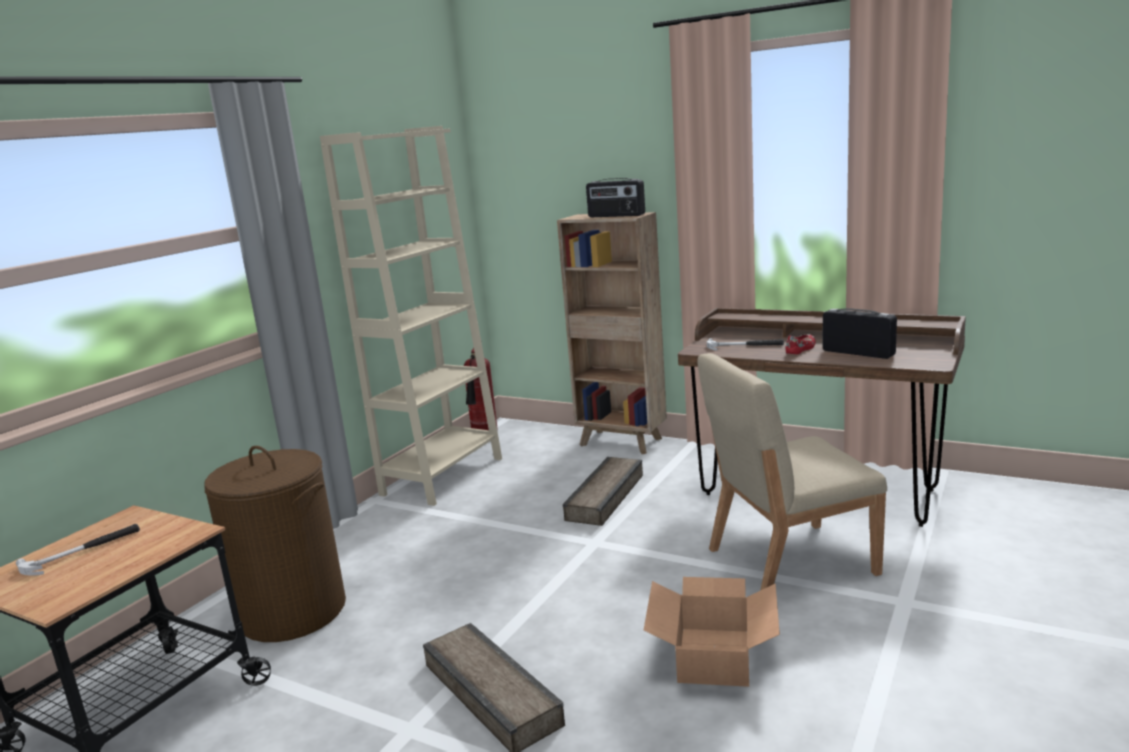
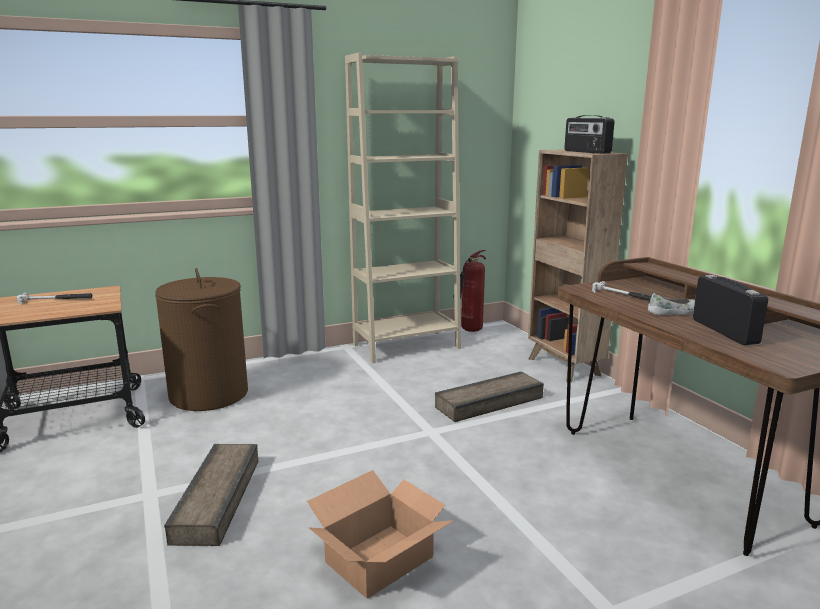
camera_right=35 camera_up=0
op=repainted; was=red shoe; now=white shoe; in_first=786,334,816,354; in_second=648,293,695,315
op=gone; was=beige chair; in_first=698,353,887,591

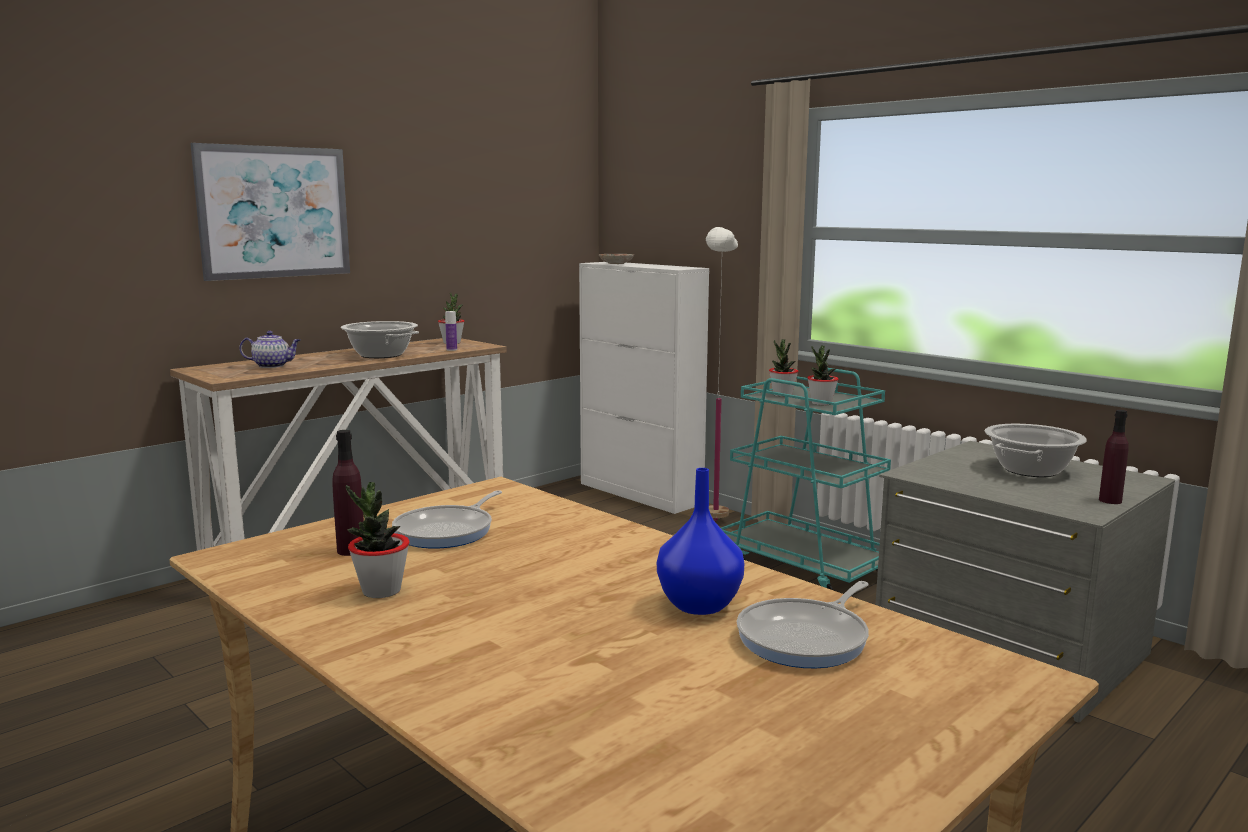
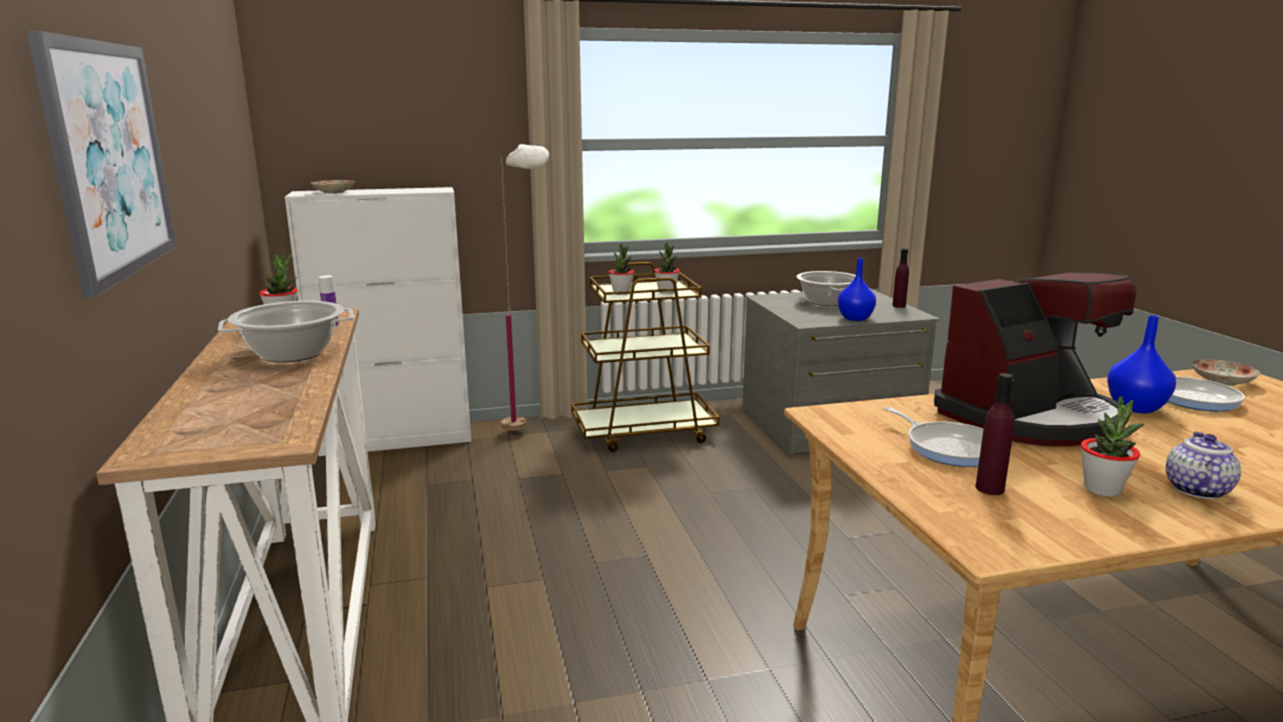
camera_right=-60 camera_up=5
op=shifted; was=teapot; in_first=239,331,301,368; in_second=1166,431,1241,499
op=repainted; was=turquoise cart; now=brown cart; in_first=721,368,891,590; in_second=571,262,719,452
op=new; now=blue vase; in_second=838,258,876,321
op=new; now=coffee machine; in_second=934,272,1137,446
op=new; now=plate; in_second=1192,359,1260,386

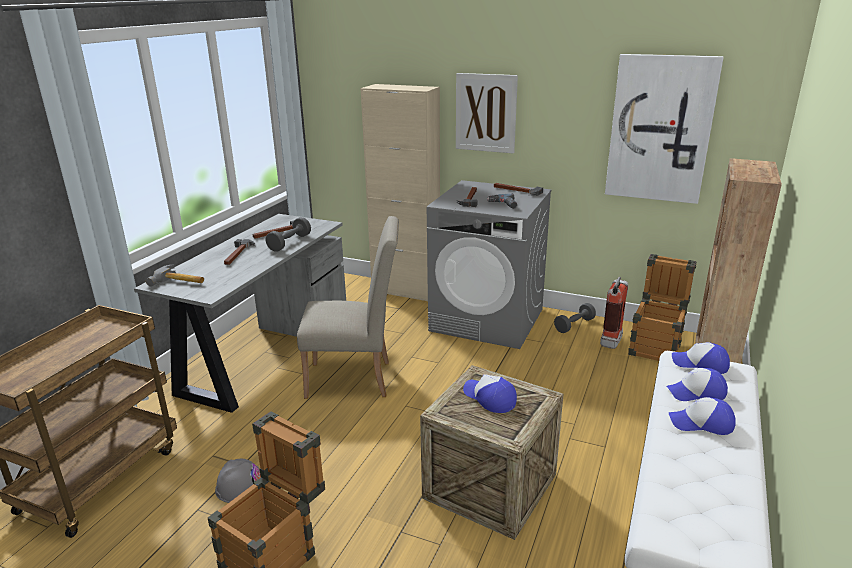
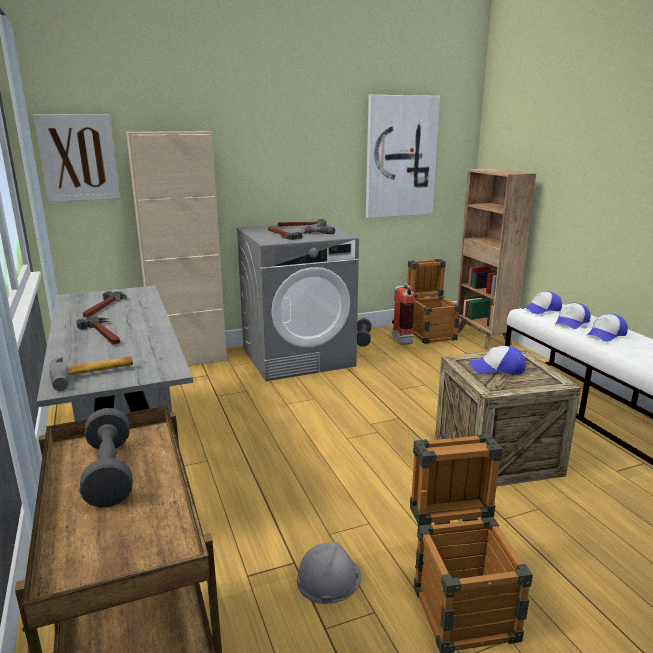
camera_right=-45 camera_up=-5
op=shifted; was=picture; in_first=456,73,518,154; in_second=33,114,120,202
op=gone; was=beige chair; in_first=297,216,399,399
op=shifted; was=grey dumbbell; in_first=266,217,311,252; in_second=79,408,133,508

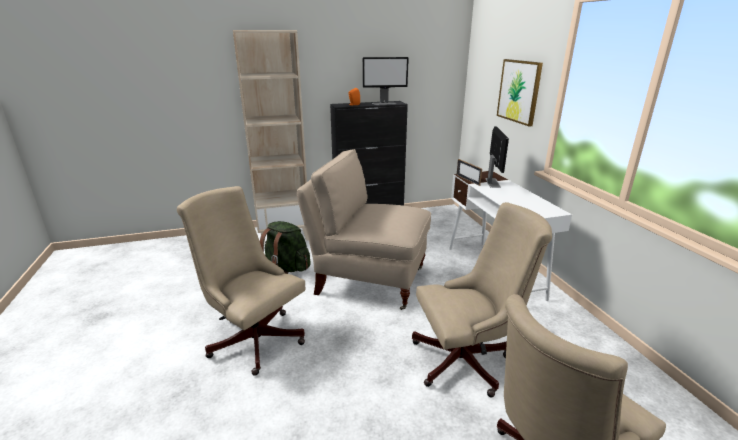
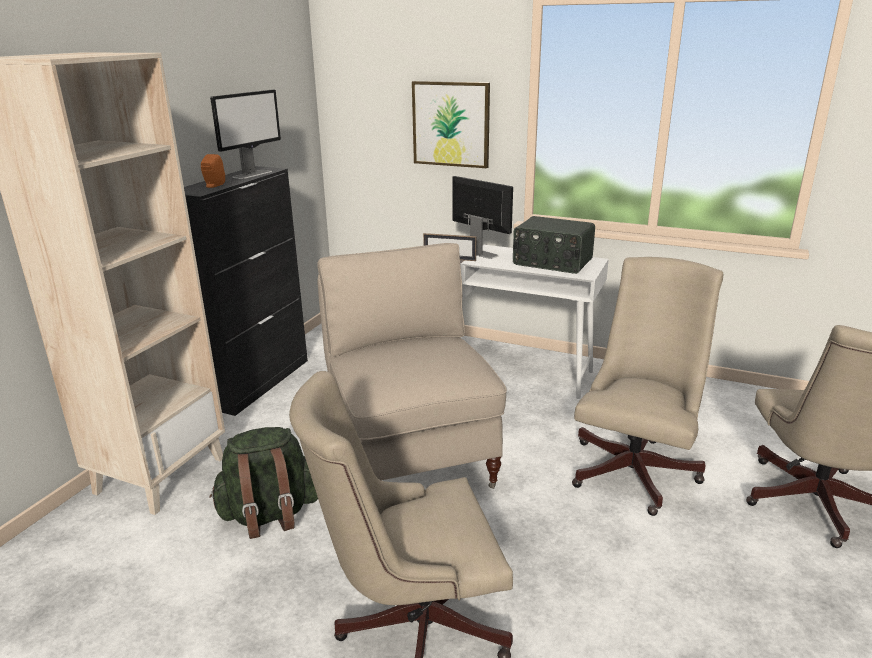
camera_right=-50 camera_up=0
op=rotated; was=beige chair; in_first=297,149,431,310; in_second=317,243,507,489; clockwise=105
op=new; now=radio; in_second=513,216,595,274

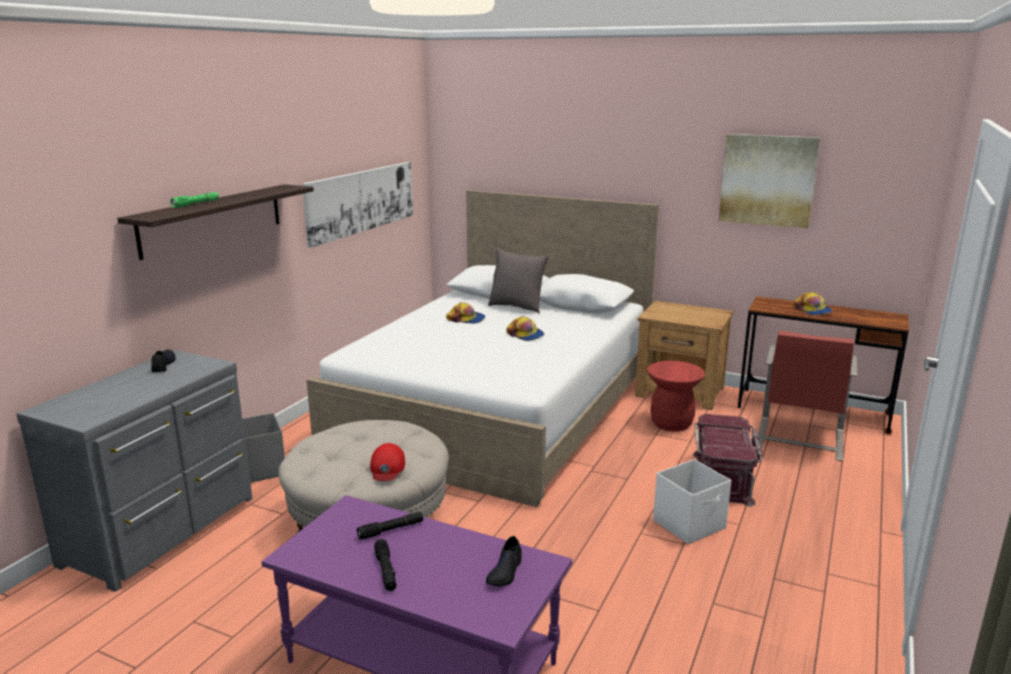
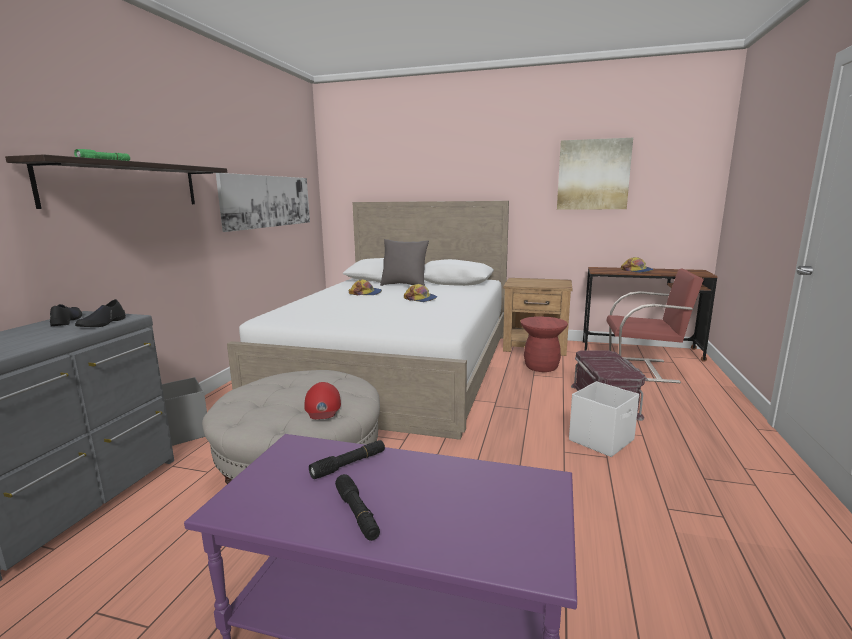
camera_right=-10 camera_up=-5
op=rotated; was=red chair; in_first=758,331,858,461; in_second=607,268,704,383; clockwise=-90
op=shifted; was=black shoe; in_first=486,536,522,587; in_second=75,299,126,327

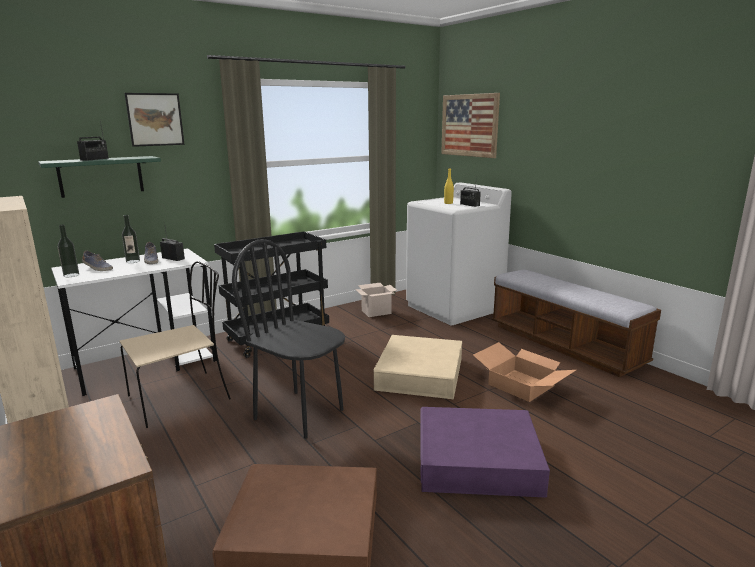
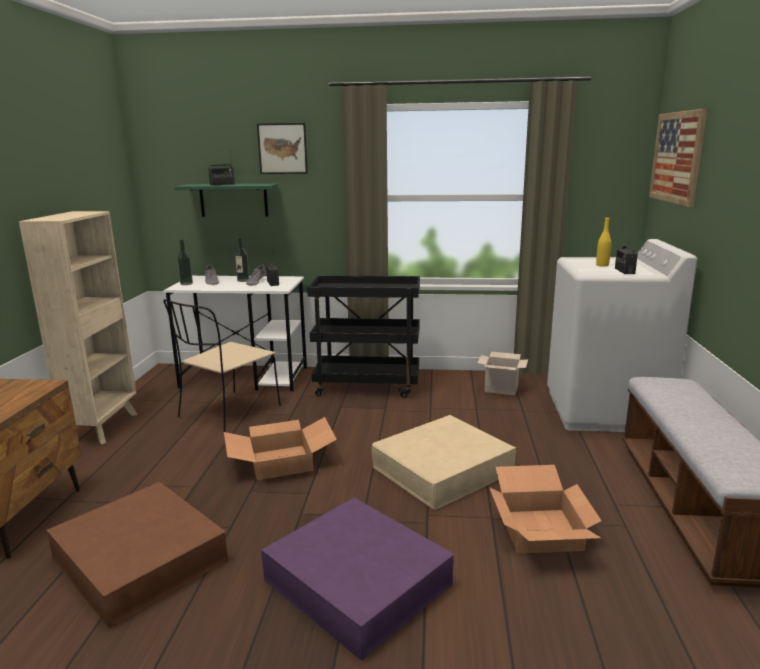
camera_right=40 camera_up=0
op=swapped; was=black chair; now=cardboard box; in_first=232,239,345,439; in_second=224,417,337,480
op=rotated; was=beige chair; in_first=120,261,231,428; in_second=163,299,281,432; clockwise=120

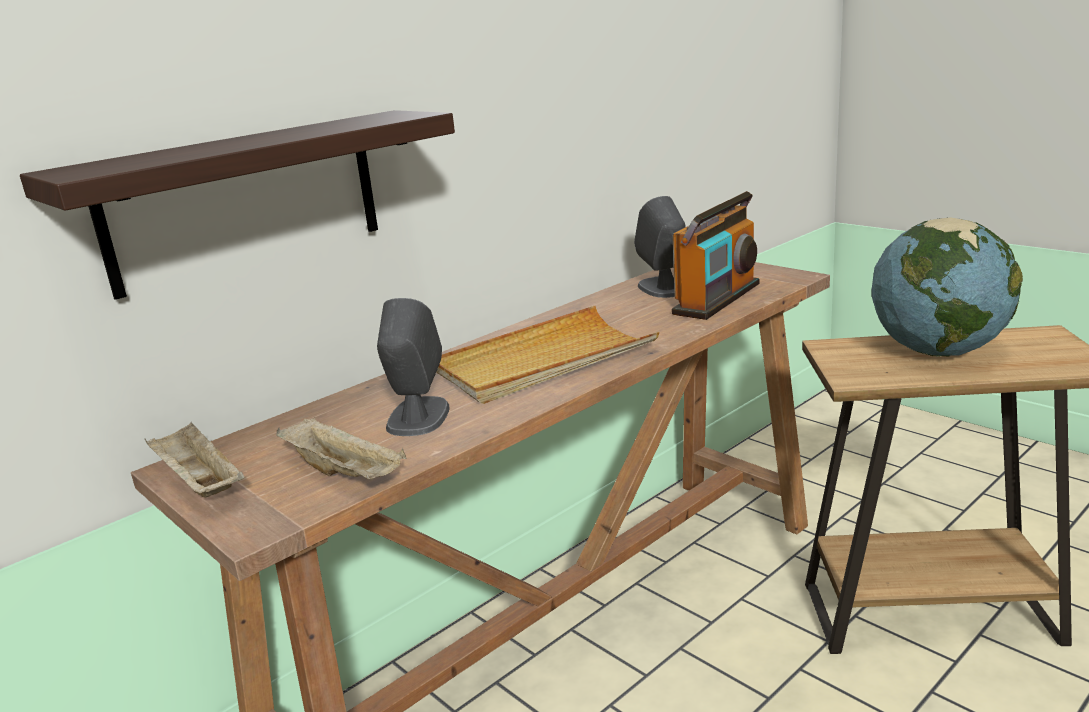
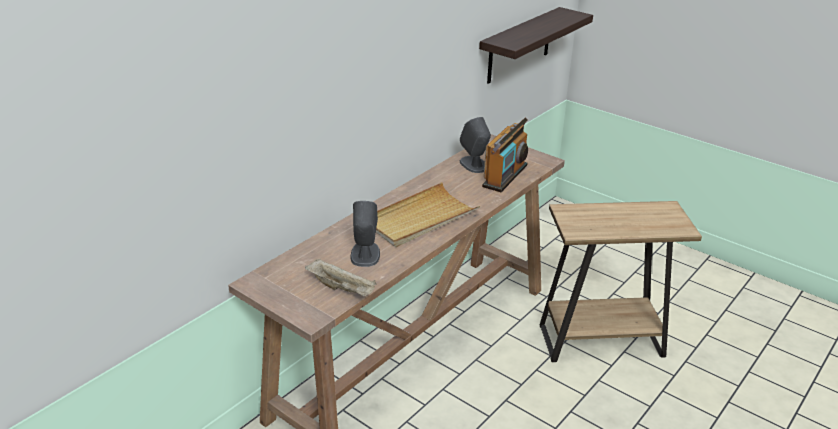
camera_right=-10 camera_up=10
op=shifted; was=shelf; in_first=20,110,455,300; in_second=479,7,593,84
op=gone; was=globe; in_first=871,217,1023,357
op=gone; was=beige tray; in_first=145,421,244,498

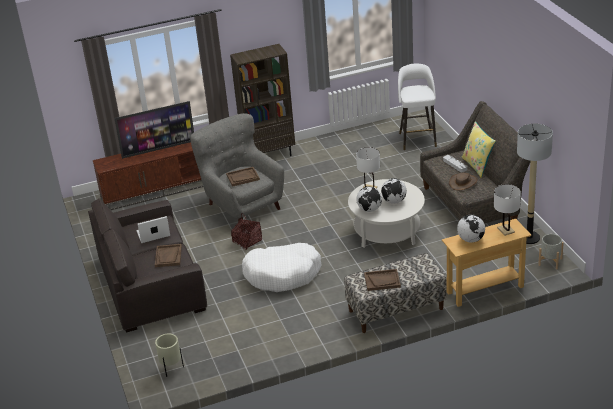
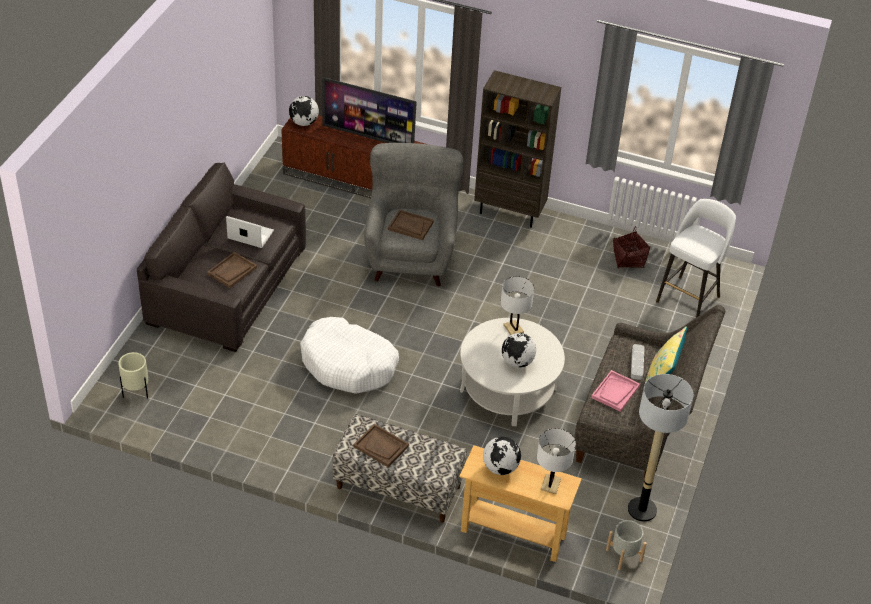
camera_right=35 camera_up=10
op=swapped; was=brown hat; now=pink tray; in_first=449,173,478,190; in_second=591,370,640,412
op=shifted; was=globe; in_first=356,186,382,212; in_second=289,96,319,126
op=shifted; was=basket; in_first=231,213,262,250; in_second=613,226,650,268

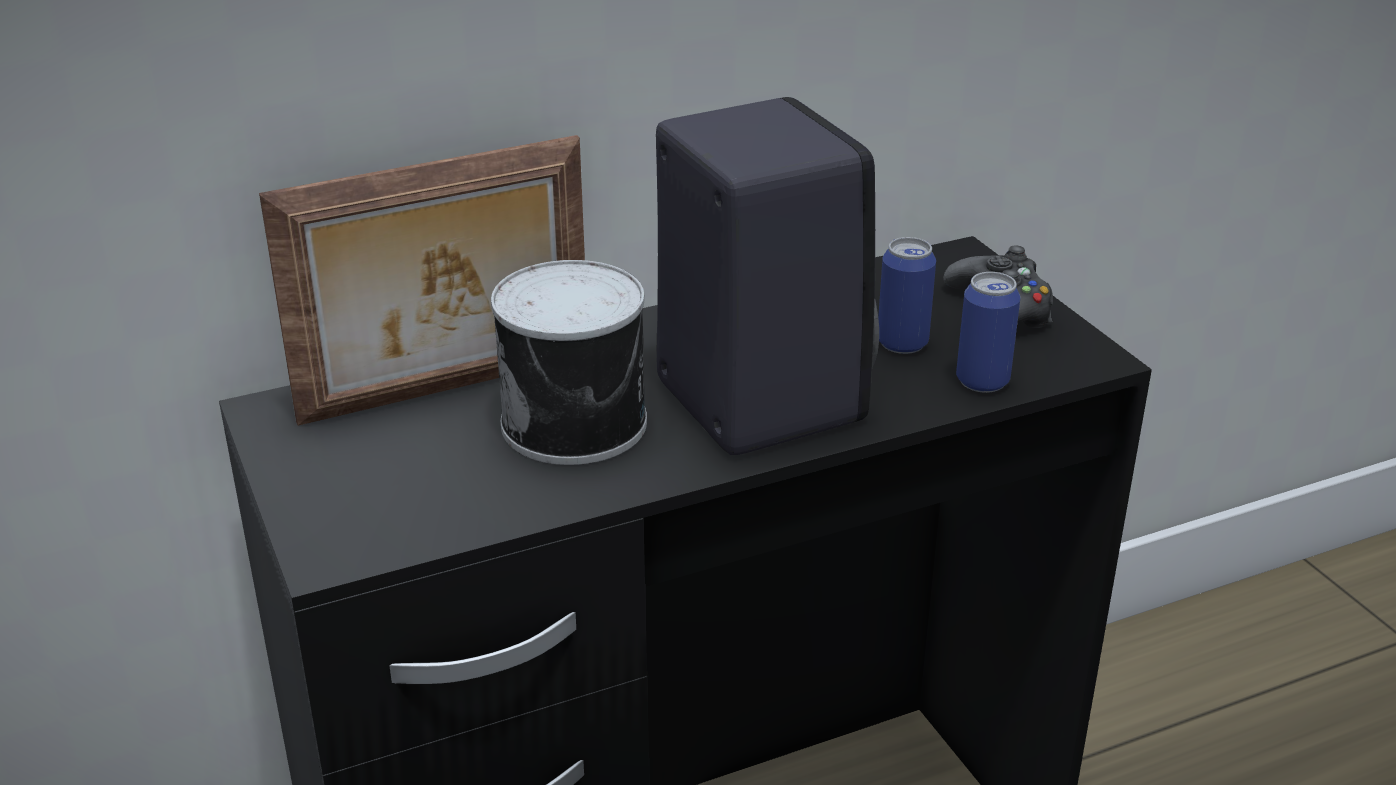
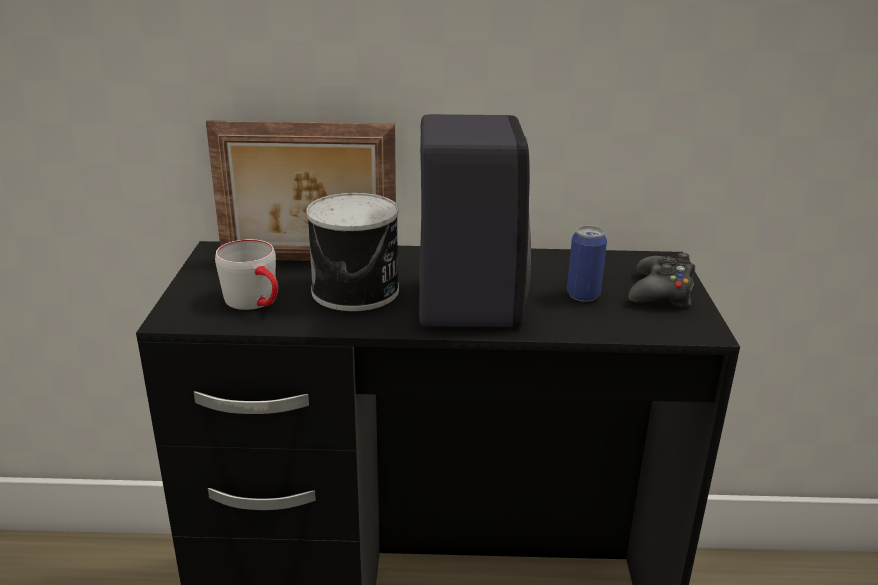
camera_right=25 camera_up=-5
op=gone; was=can; in_first=956,272,1021,393
op=new; now=grey mug; in_second=215,239,278,310

